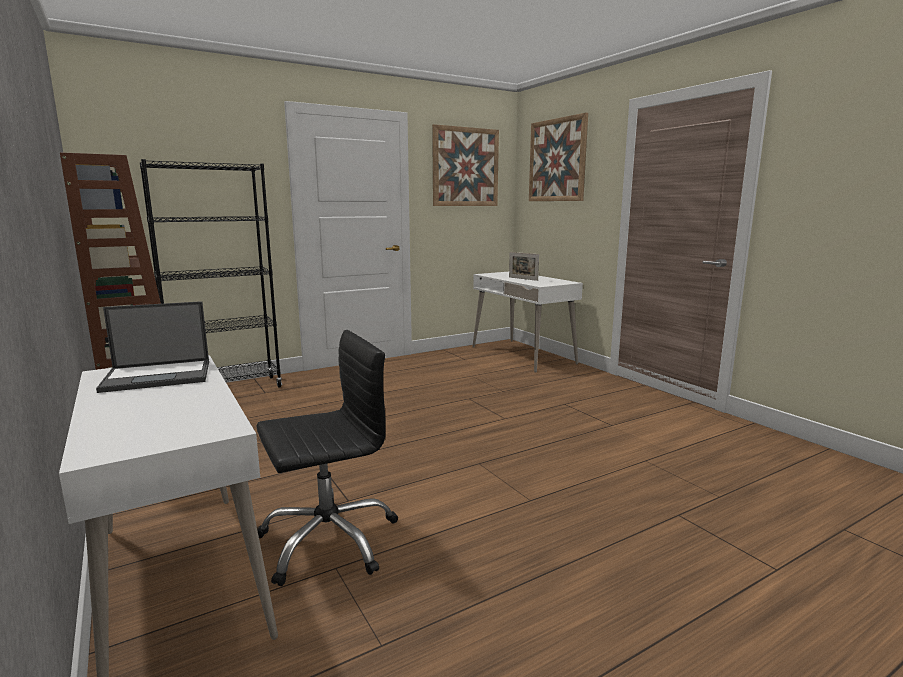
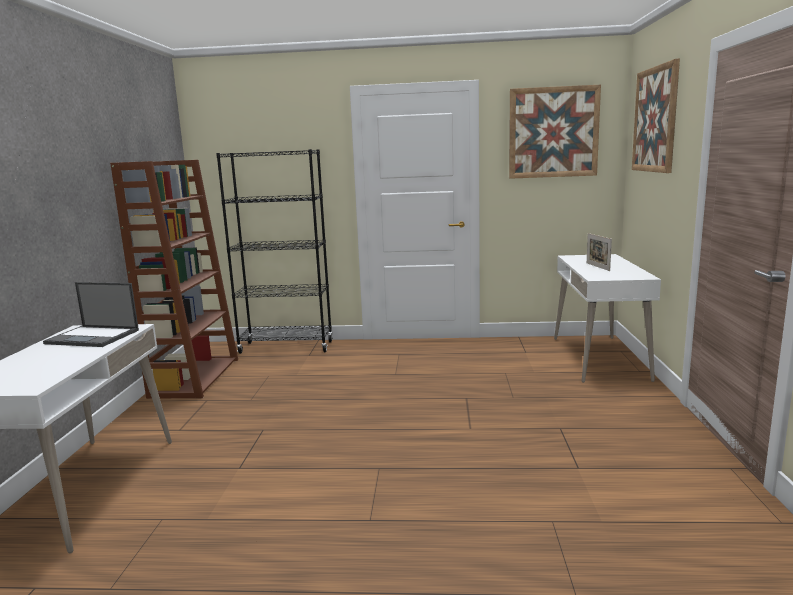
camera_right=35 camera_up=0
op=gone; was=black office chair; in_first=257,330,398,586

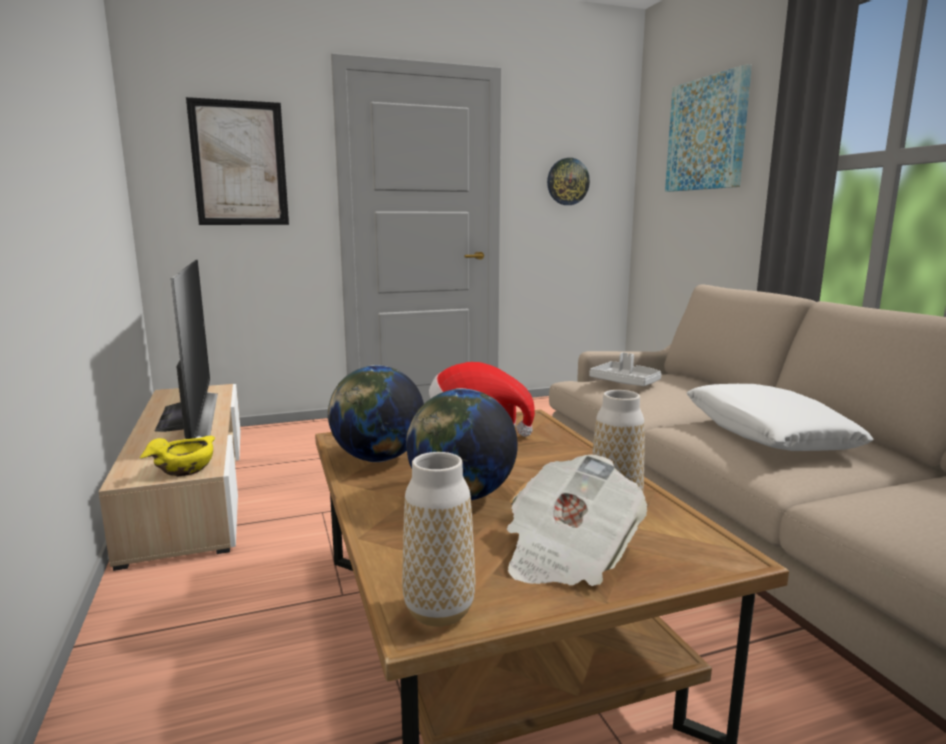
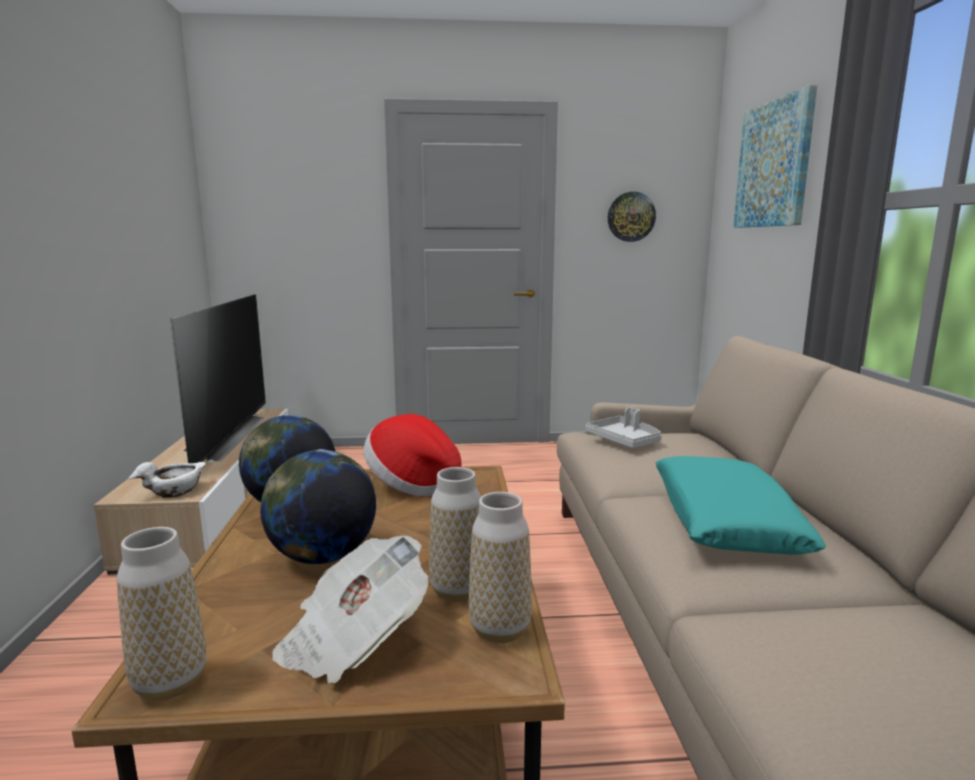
camera_right=15 camera_up=0
op=gone; was=picture; in_first=186,97,289,225
op=repainted; was=white pillow; now=turquoise pillow; in_first=687,384,874,451; in_second=656,456,826,555
op=repainted; was=yellow bowl; now=white bowl; in_first=140,436,215,477; in_second=128,462,206,498
op=new; now=vase; in_second=468,492,532,643

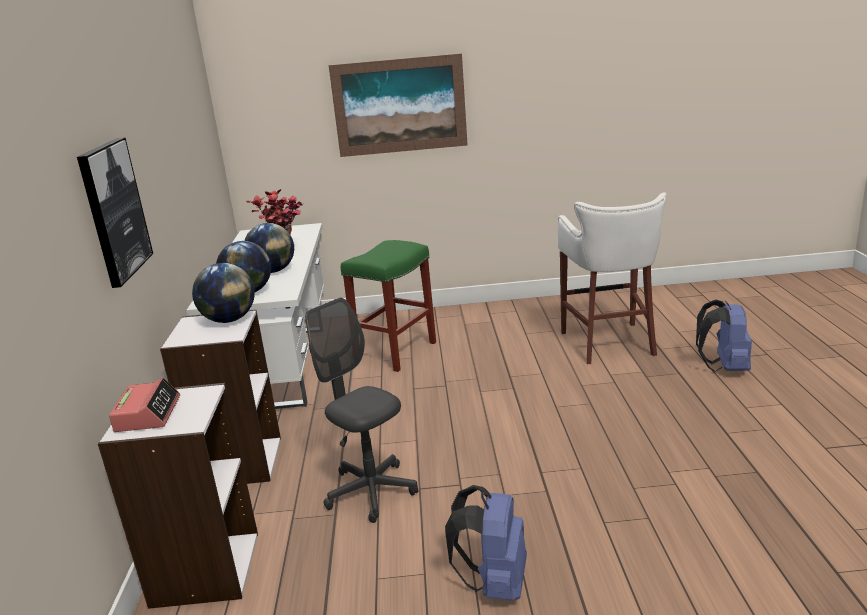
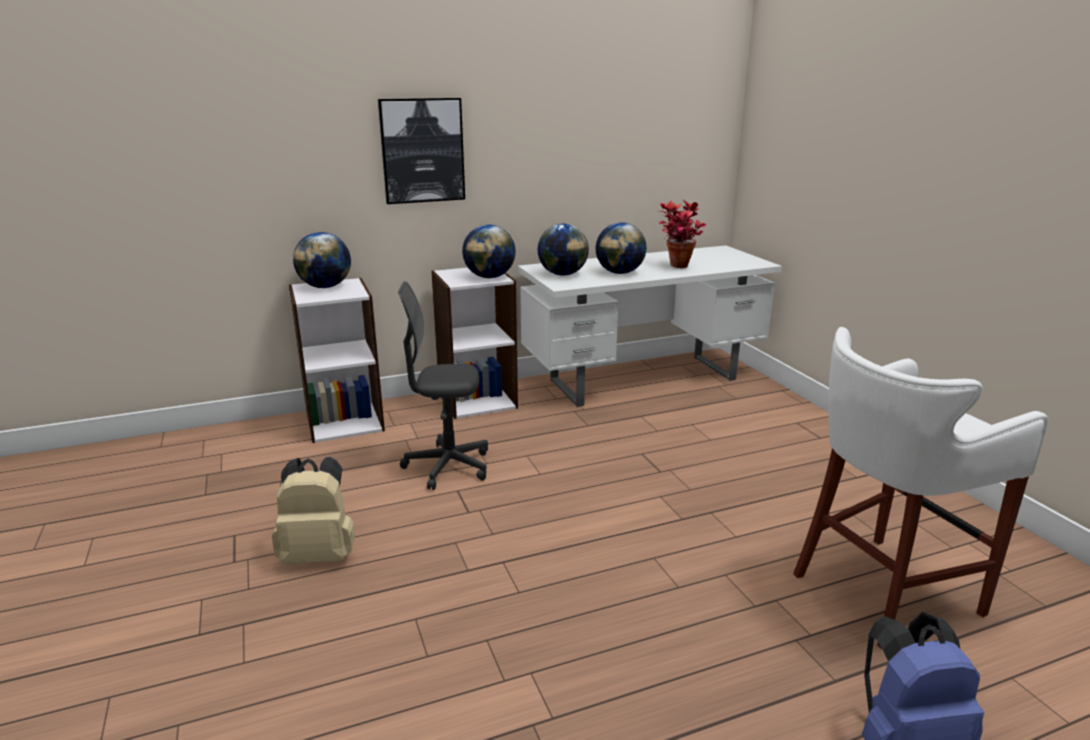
camera_right=70 camera_up=0
op=gone; was=picture; in_first=329,53,468,157
op=gone; was=green stool; in_first=341,240,436,372
op=rotated; was=grey office chair; in_first=305,298,418,523; in_second=398,281,488,490; clockwise=-120
op=swapped; was=alarm clock; now=globe; in_first=109,378,180,432; in_second=293,232,351,288
op=repainted; was=blue backpack; now=beige backpack; in_first=445,485,527,600; in_second=272,457,355,564

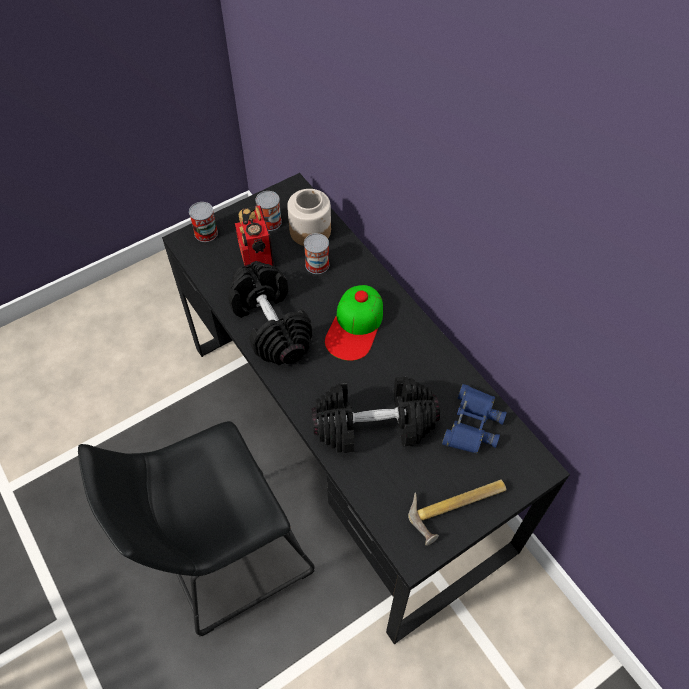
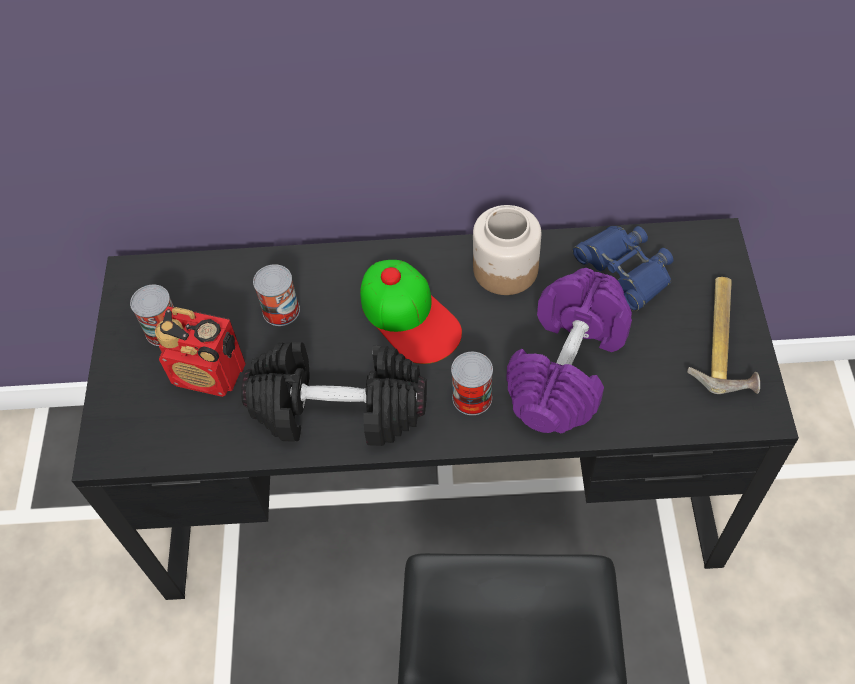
camera_right=-55 camera_up=0
op=shifted; was=jar; in_first=287,189,331,246; in_second=473,205,541,295
op=shifted; was=can; in_first=189,202,218,242; in_second=451,352,493,415
op=repainted; was=black dumbbell; now=purple dumbbell; in_first=311,377,440,453; in_second=506,268,632,433

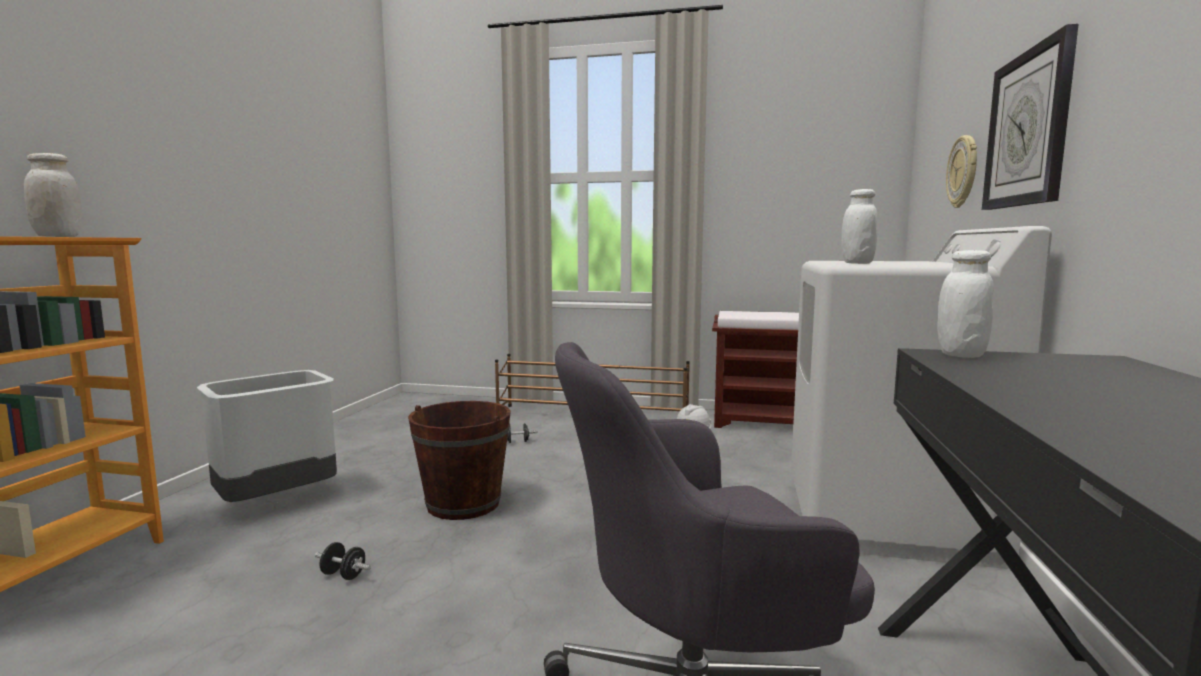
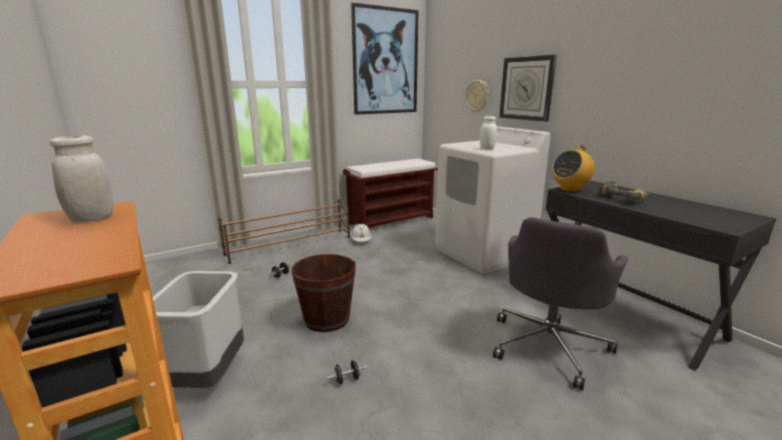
camera_right=-45 camera_up=10
op=swapped; was=white jar; now=radio; in_first=937,250,994,358; in_second=552,145,595,192
op=new; now=picture; in_second=351,3,419,115
op=new; now=power drill; in_second=598,182,649,202

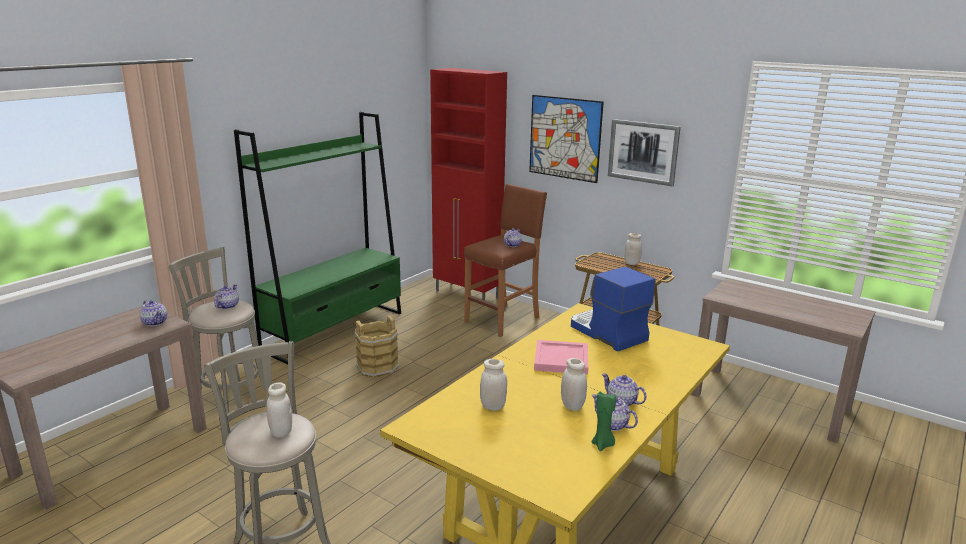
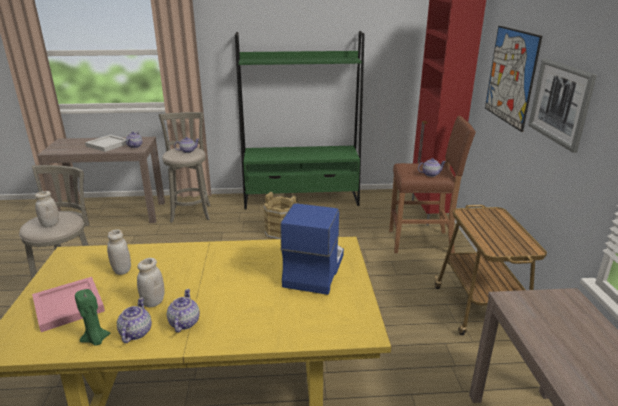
camera_right=50 camera_up=5
op=gone; was=white jar; in_first=625,233,642,265
op=shifted; was=pink tray; in_first=534,340,588,375; in_second=32,277,105,332
op=new; now=white tray; in_second=85,135,127,152

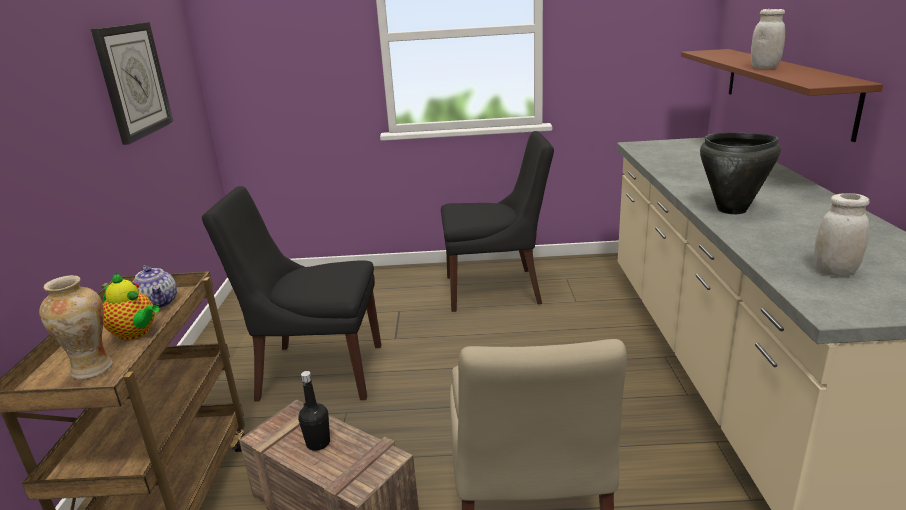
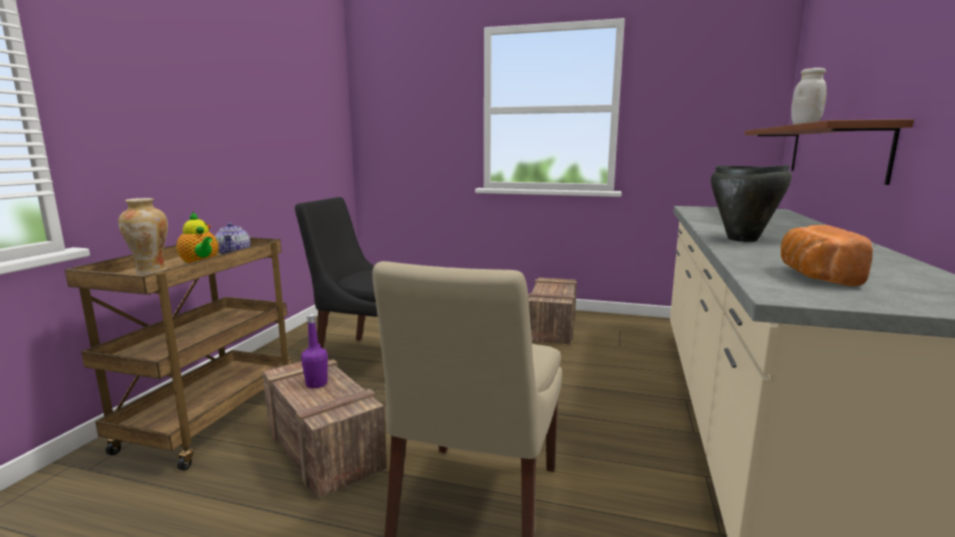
camera_right=15 camera_up=-10
op=gone; was=wall clock; in_first=91,22,173,145
op=swapped; was=black chair; now=crate; in_first=441,131,554,312; in_second=528,277,577,344
op=swapped; was=white jar; now=bread; in_first=814,193,870,277; in_second=781,225,873,286
op=repainted; was=black bottle; now=purple bottle; in_first=298,371,330,451; in_second=301,314,328,388

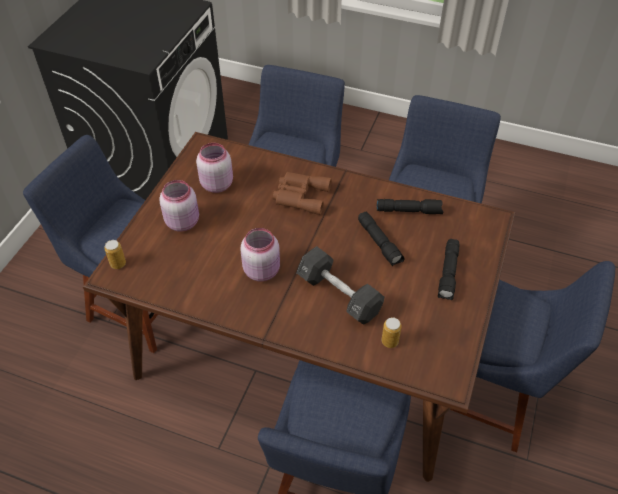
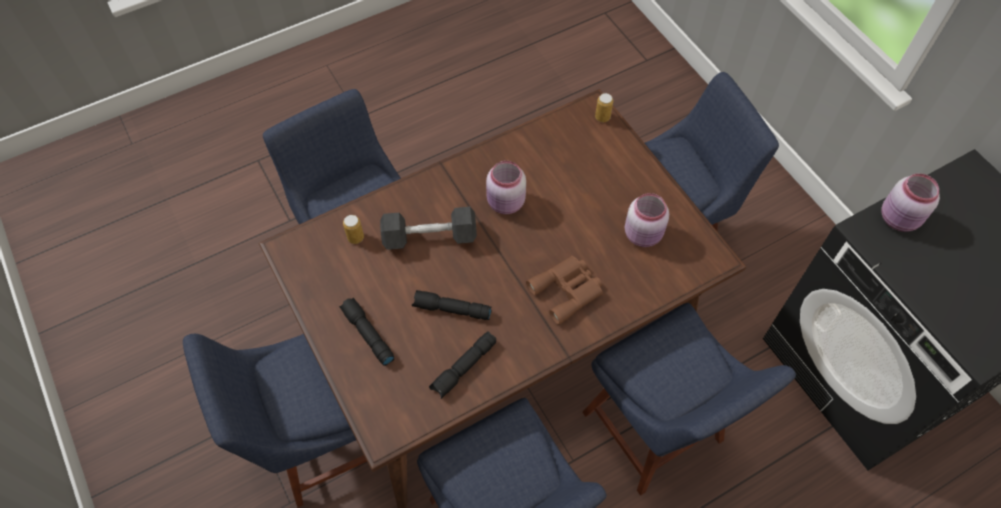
camera_right=130 camera_up=10
op=shifted; was=pink jar; in_first=159,180,199,232; in_second=881,173,940,232

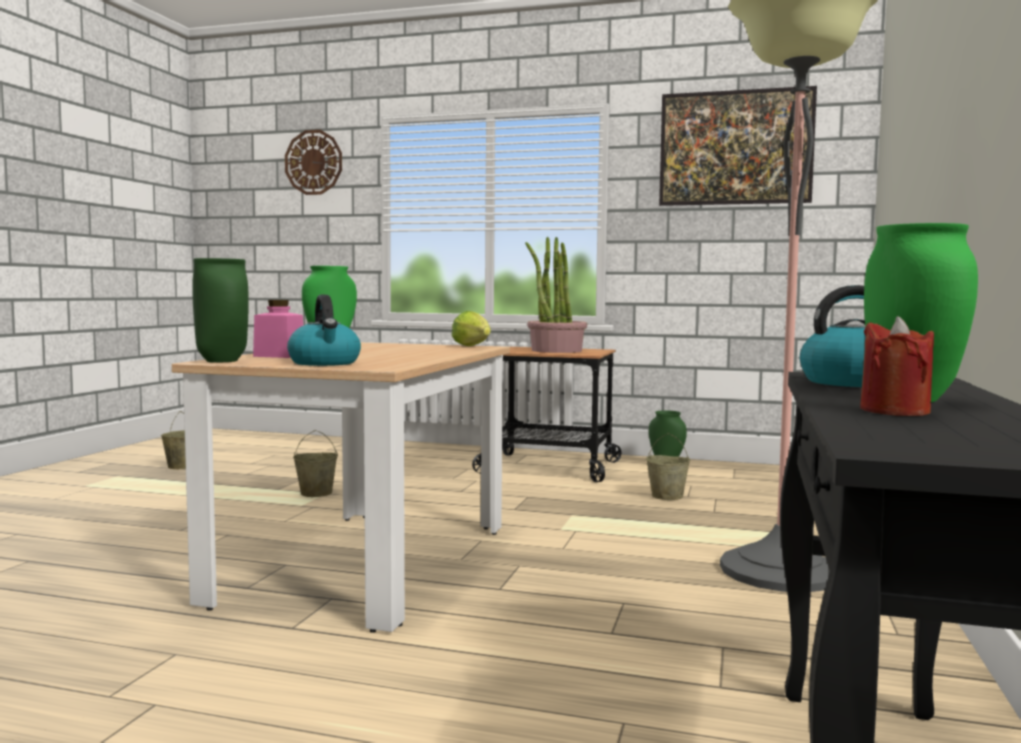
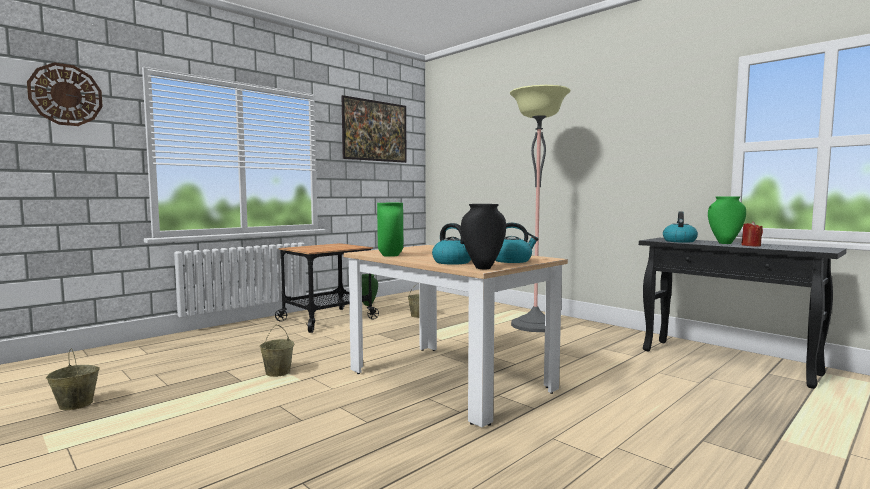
camera_right=-60 camera_up=0
op=gone; was=potted plant; in_first=525,237,587,353
op=repainted; was=green vase; now=black vase; in_first=192,258,249,363; in_second=461,204,506,269
op=swapped; was=pink jar; now=kettle; in_first=253,300,303,358; in_second=432,223,471,265
op=gone; was=lettuce; in_first=452,311,491,346

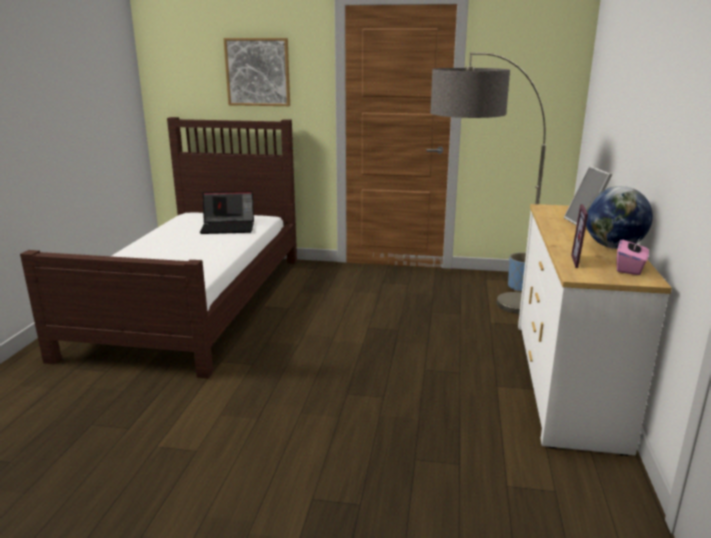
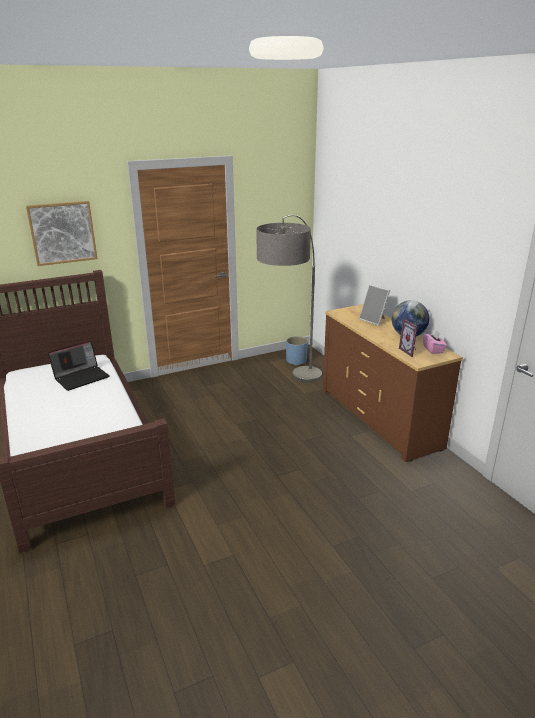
camera_right=-35 camera_up=5
op=repainted; was=white dresser; now=brown dresser; in_first=518,204,672,456; in_second=323,304,463,462

